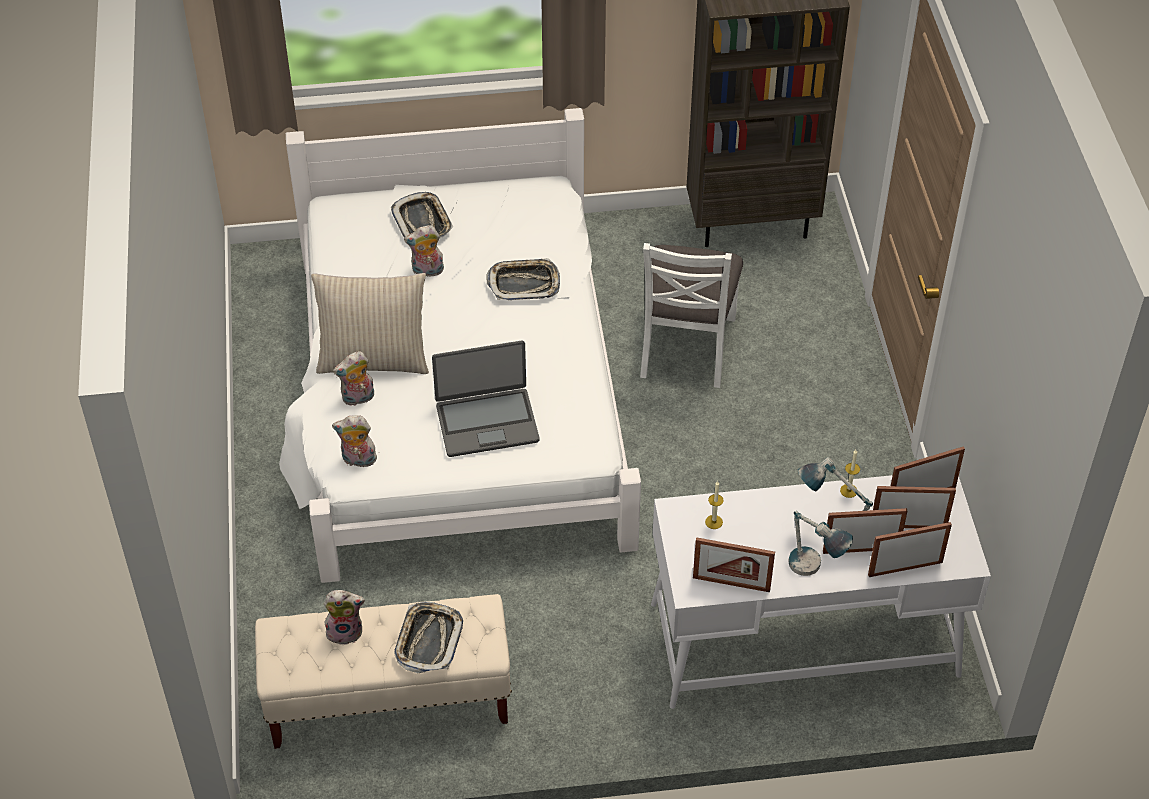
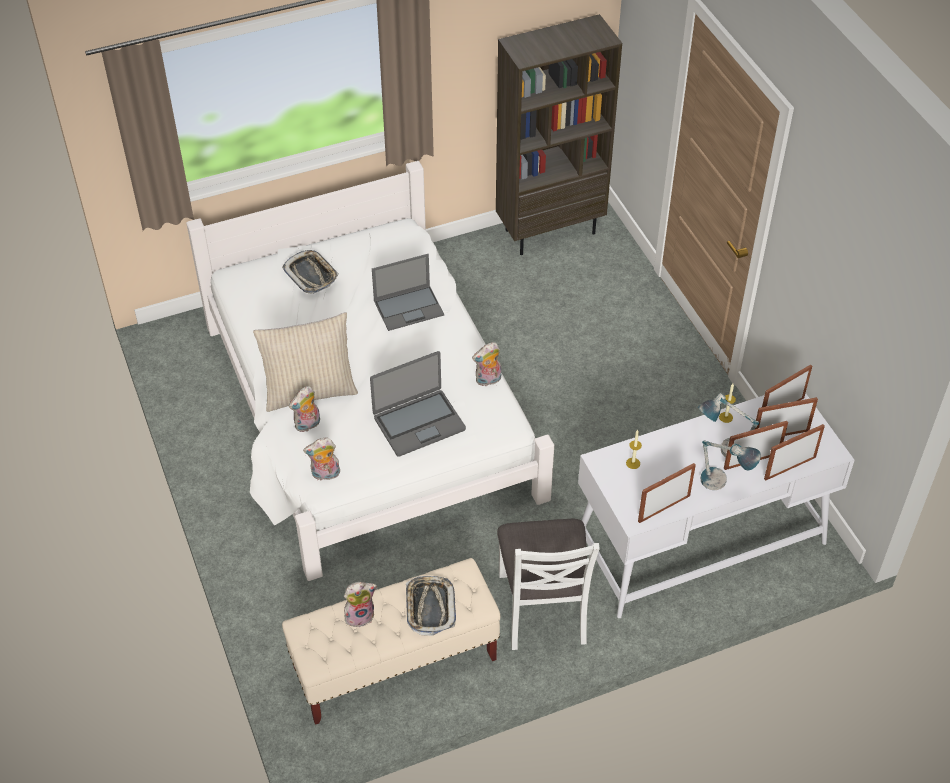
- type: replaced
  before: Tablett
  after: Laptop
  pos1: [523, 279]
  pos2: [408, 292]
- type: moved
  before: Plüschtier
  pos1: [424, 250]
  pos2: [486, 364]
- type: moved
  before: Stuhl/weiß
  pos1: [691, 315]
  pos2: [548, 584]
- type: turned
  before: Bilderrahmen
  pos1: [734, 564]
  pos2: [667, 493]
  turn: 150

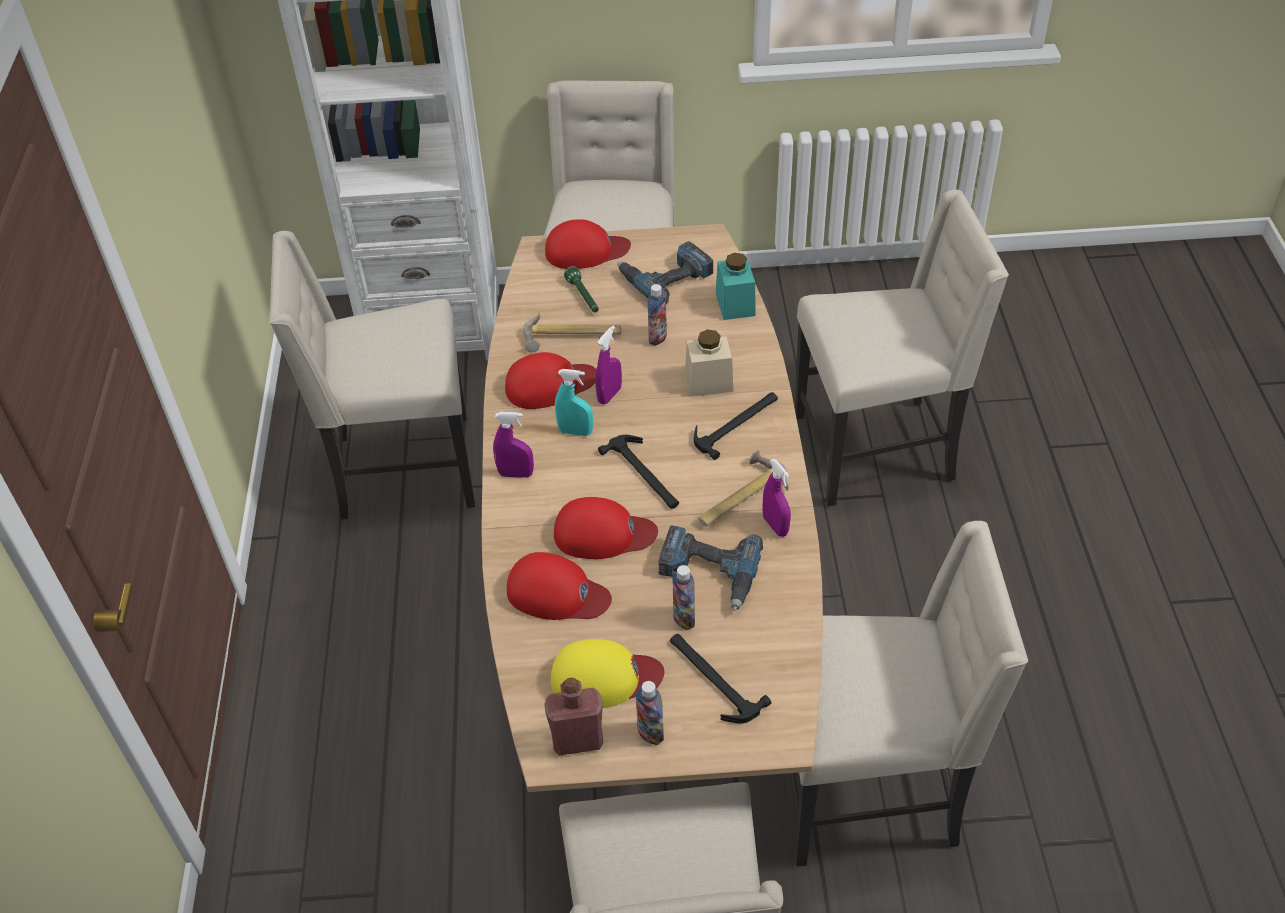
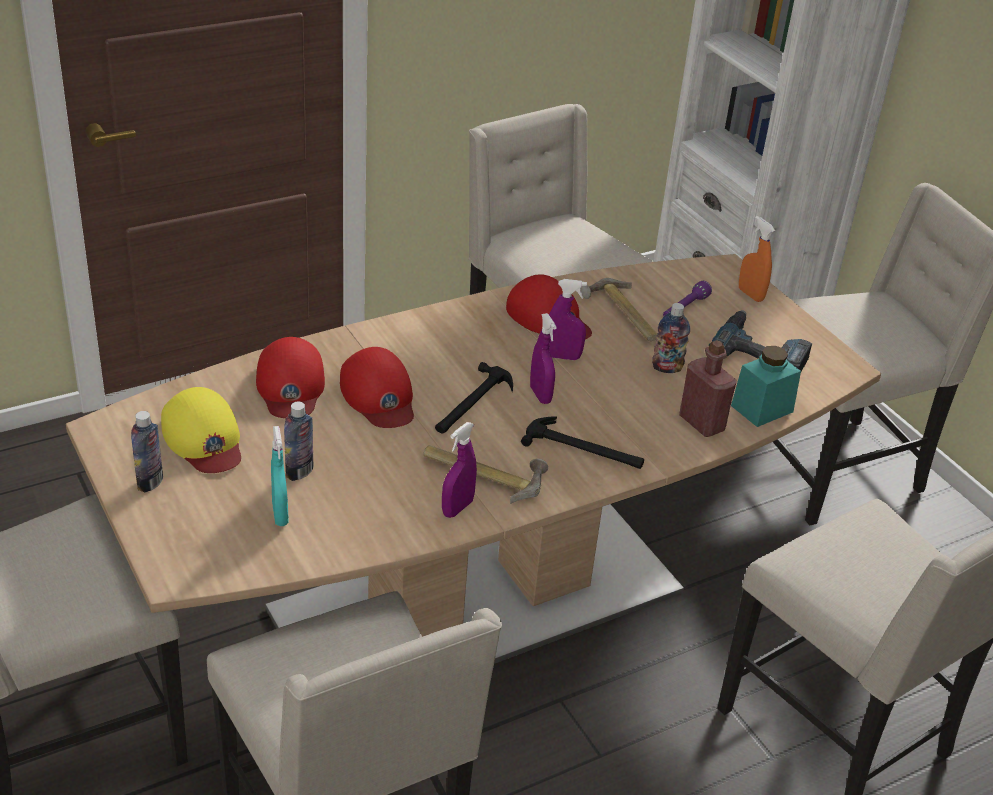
- type: moved
  before: Sprühflasche/türkis
  pos1: [574, 402]
  pos2: [280, 476]
- type: moved
  before: Sprühflasche/lila
  pos1: [513, 445]
  pos2: [543, 358]
- type: recoloured
  before: Taschenlampe/grün
  after: Taschenlampe/lila
  pos1: [581, 289]
  pos2: [687, 298]
- type: moved
  before: Flasche/rot
  pos1: [573, 717]
  pos2: [708, 388]
- type: replaced
  before: Kappe/rot
  after: Sprühflasche/orange
  pos1: [588, 244]
  pos2: [757, 259]
- type: removed
  before: Bohrmaschine
  pos1: [710, 568]
- type: removed
  before: Hammer
  pos1: [720, 678]
- type: removed
  before: Vorratsglas/beige
  pos1: [709, 363]

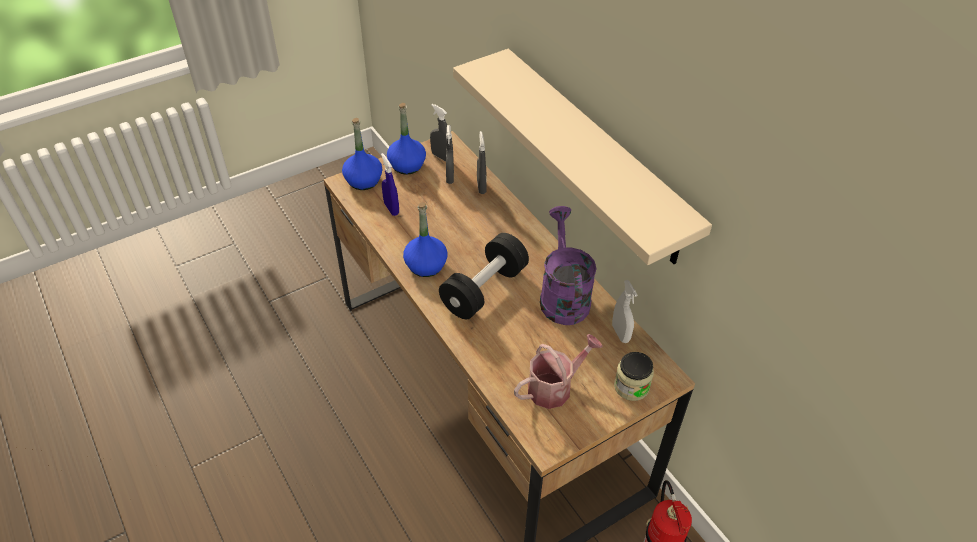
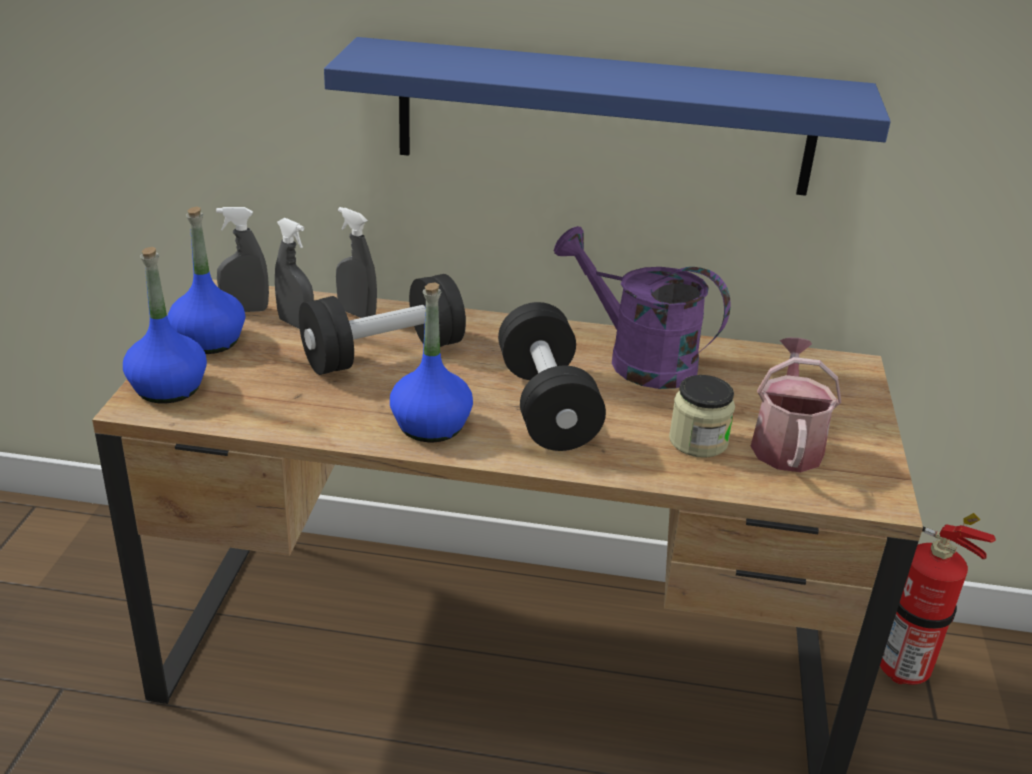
- type: added
  after: Hantel/schwarz
  pos2: [382, 324]
- type: recoloured
  before: Wandregal/beige
  after: Wandregal/blau
  pos1: [582, 157]
  pos2: [607, 116]
- type: moved
  before: Vorratsglas
  pos1: [634, 376]
  pos2: [702, 416]
- type: removed
  before: Sprühflasche/blau
  pos1: [390, 184]
- type: removed
  before: Sprühflasche/weiß
  pos1: [624, 311]

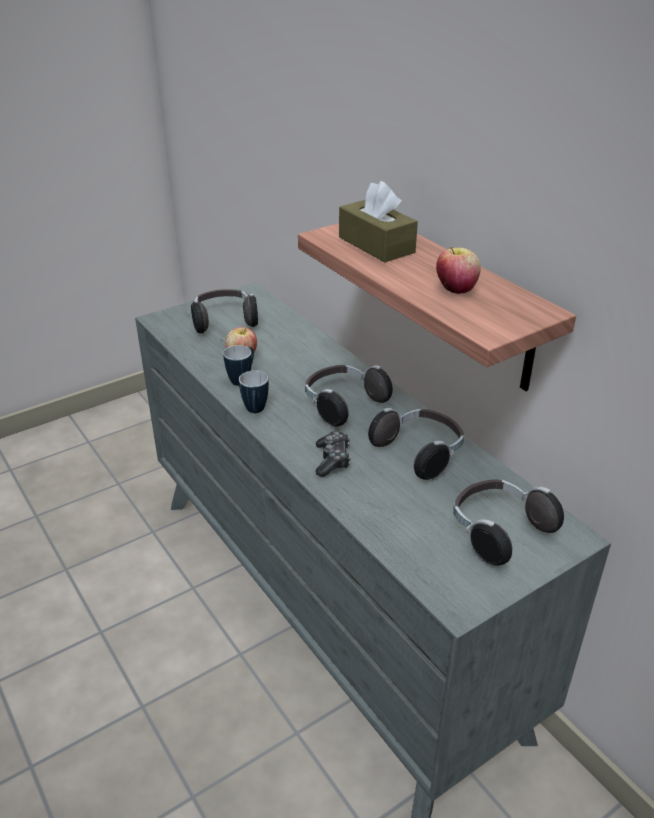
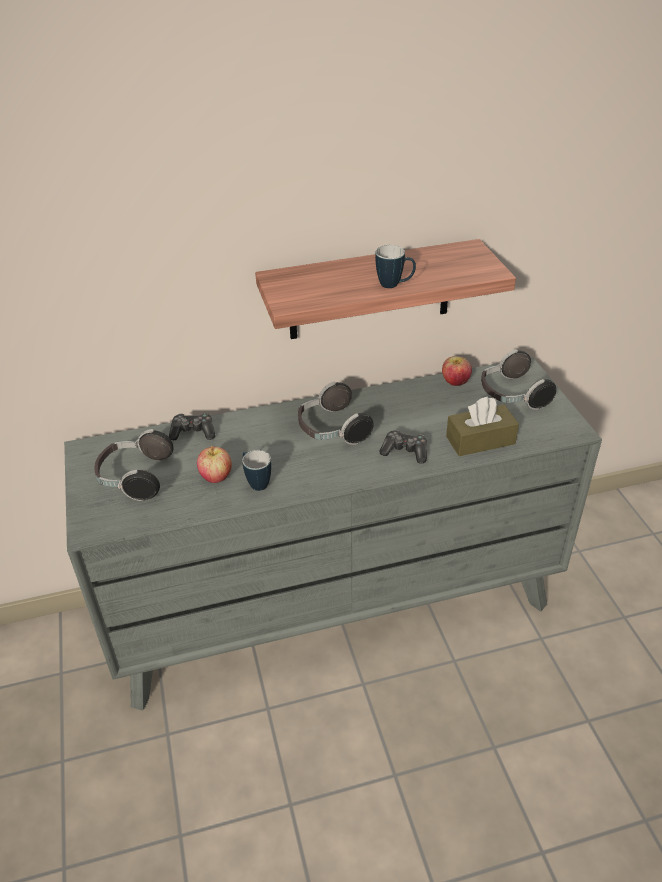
- type: added
  after: Gamepad
  pos2: [192, 426]
- type: moved
  before: Henkelbecher
  pos1: [254, 392]
  pos2: [395, 266]
- type: moved
  before: Apfel
  pos1: [458, 270]
  pos2: [457, 371]
- type: moved
  before: Taschentuchbox/braun
  pos1: [378, 222]
  pos2: [482, 426]
- type: removed
  before: Kopfhörer
  pos1: [416, 444]

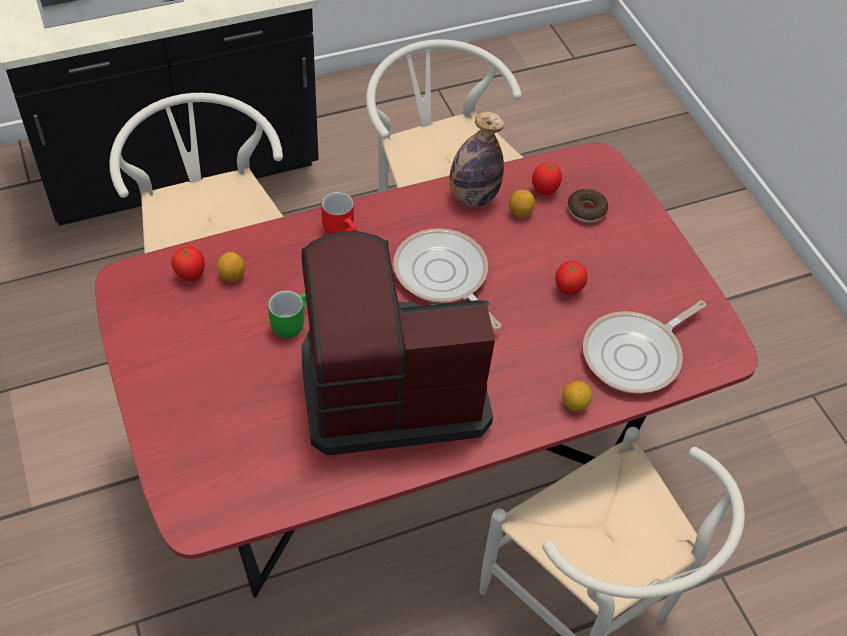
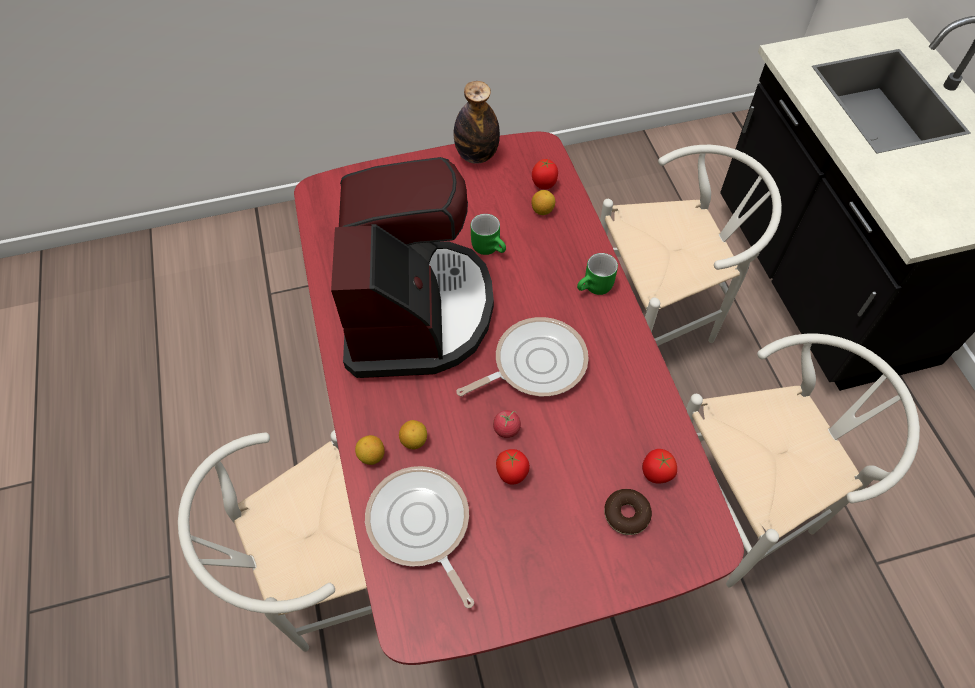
- type: moved
  before: Zitrone
  pos1: [522, 204]
  pos2: [413, 434]
- type: moved
  before: Flasche
  pos1: [477, 159]
  pos2: [477, 122]
- type: added
  after: Tomate
  pos2: [507, 424]
- type: recoloured
  before: Henkelbecher/rot
  after: Henkelbecher/grün
  pos1: [339, 213]
  pos2: [597, 274]

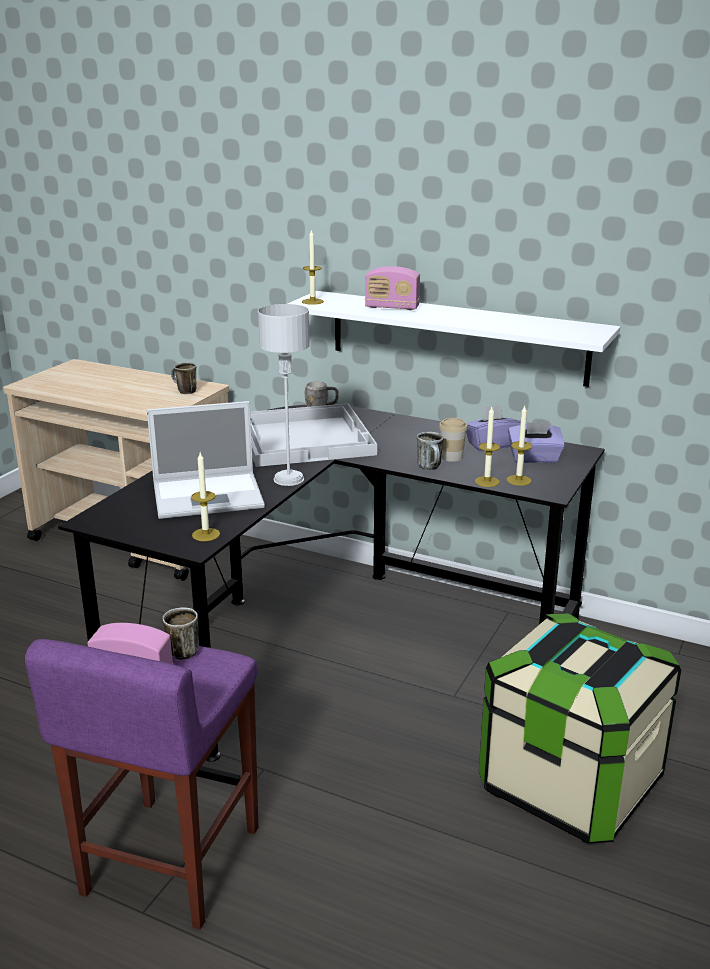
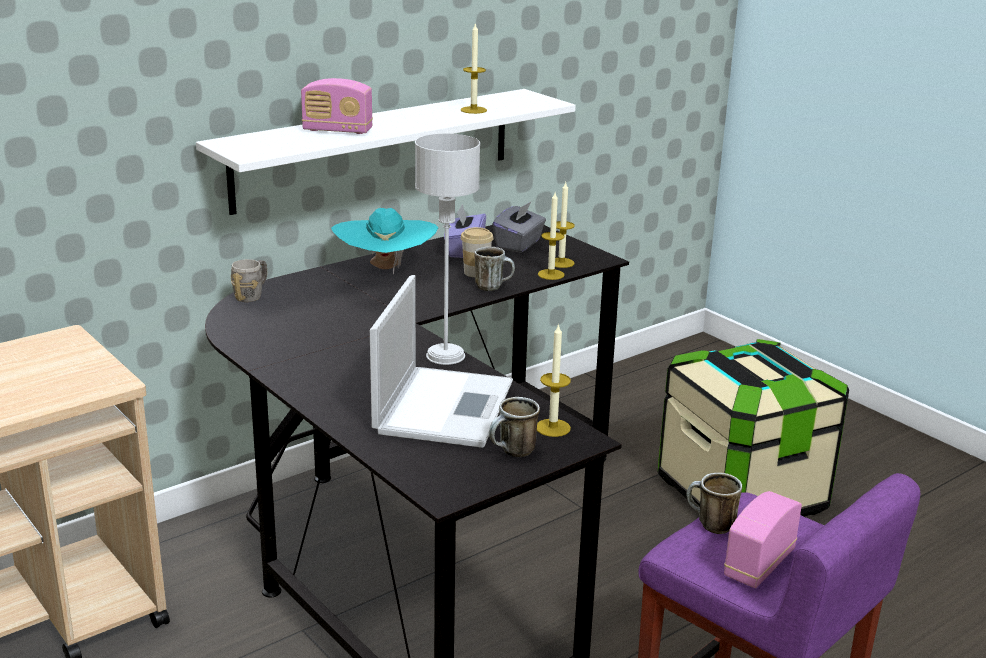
- type: turned
  before: Radio
  pos1: [392, 288]
  pos2: [337, 106]
  turn: 60
- type: added
  after: Hut/türkis
  pos2: [384, 241]
- type: moved
  before: Kerze
  pos1: [313, 267]
  pos2: [474, 68]
- type: moved
  before: Henkelbecher
  pos1: [184, 378]
  pos2: [514, 427]
- type: recoloured
  before: Taschentuchbox/lila
  after: Taschentuchbox/grau
  pos1: [536, 442]
  pos2: [519, 227]
- type: removed
  before: Tablett/weiß
  pos1: [313, 435]

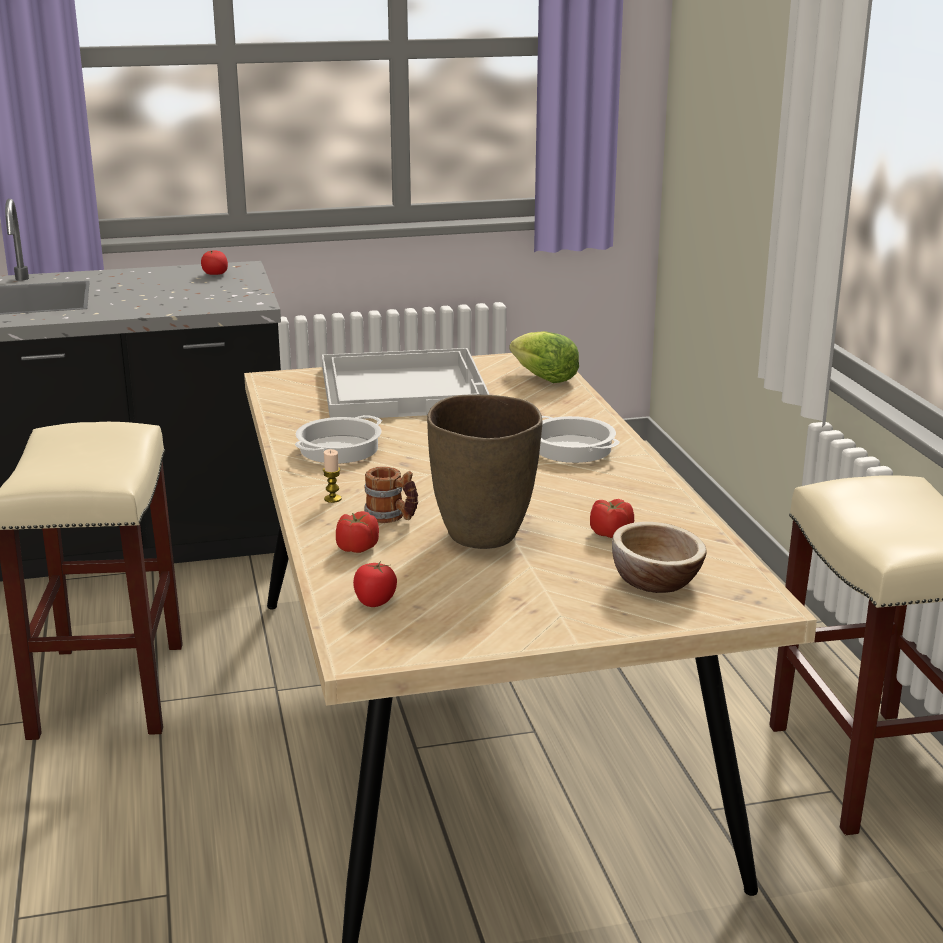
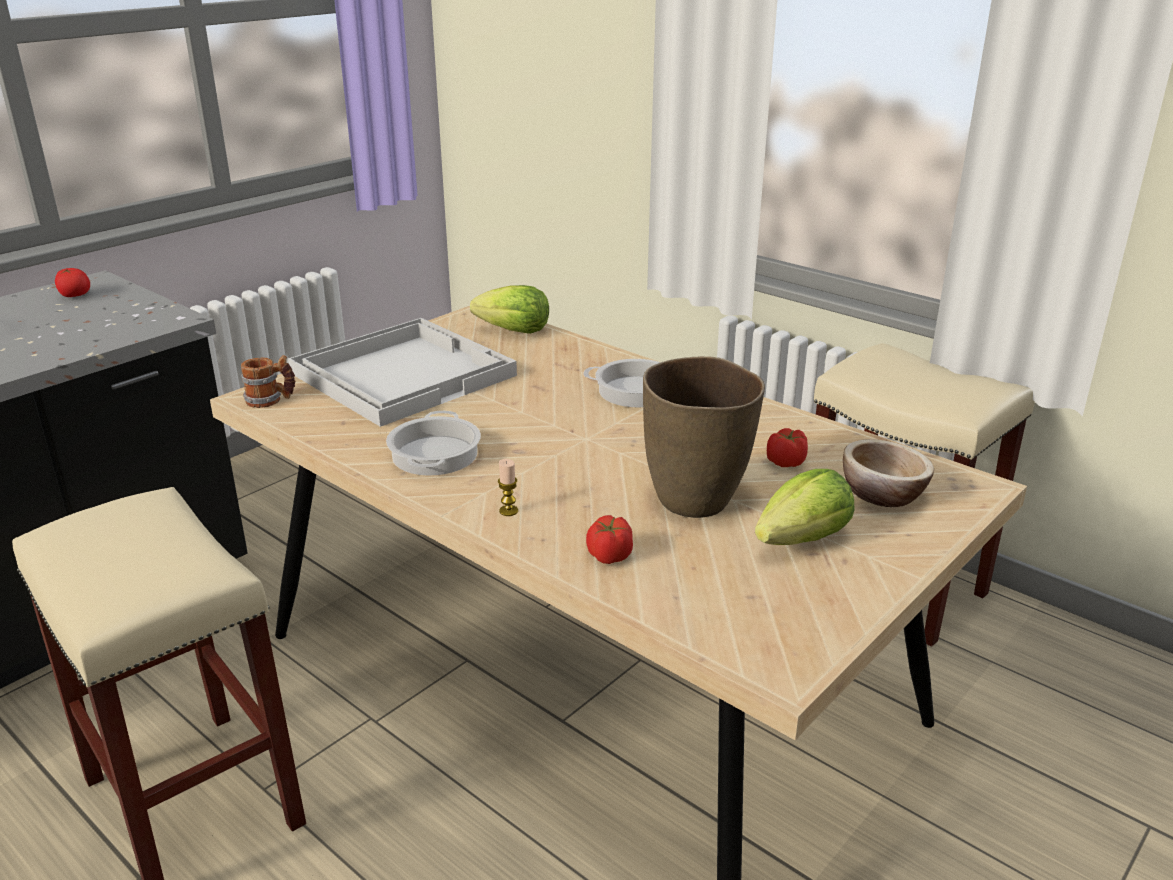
- type: moved
  before: Henkelbecher
  pos1: [391, 495]
  pos2: [268, 381]
- type: added
  after: Salatkopf
  pos2: [805, 507]
- type: removed
  before: Tomate
  pos1: [375, 584]

